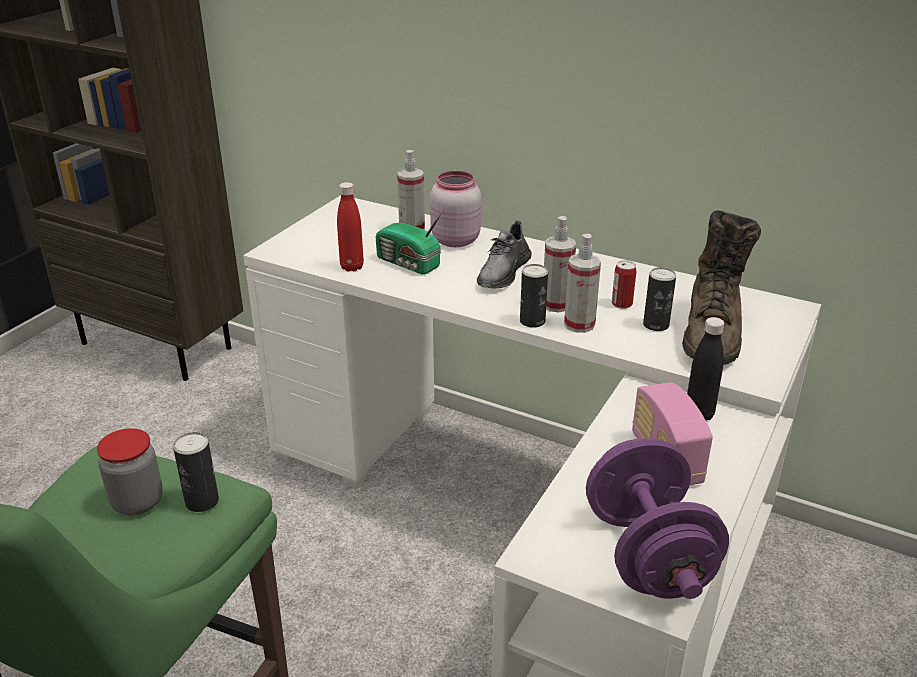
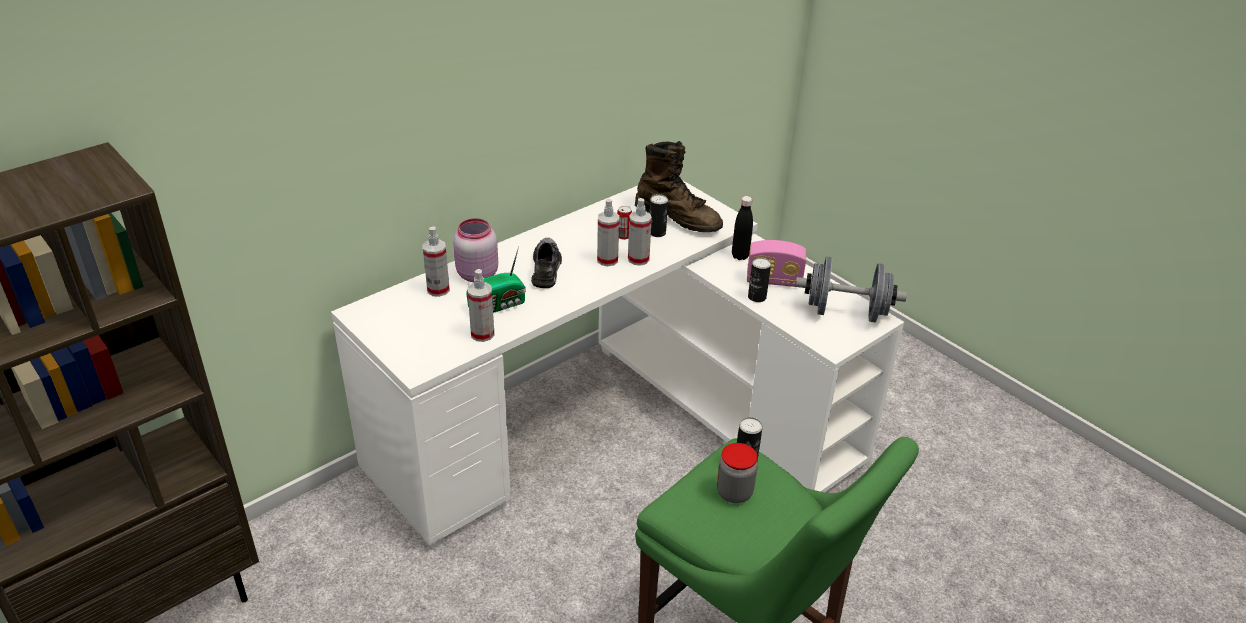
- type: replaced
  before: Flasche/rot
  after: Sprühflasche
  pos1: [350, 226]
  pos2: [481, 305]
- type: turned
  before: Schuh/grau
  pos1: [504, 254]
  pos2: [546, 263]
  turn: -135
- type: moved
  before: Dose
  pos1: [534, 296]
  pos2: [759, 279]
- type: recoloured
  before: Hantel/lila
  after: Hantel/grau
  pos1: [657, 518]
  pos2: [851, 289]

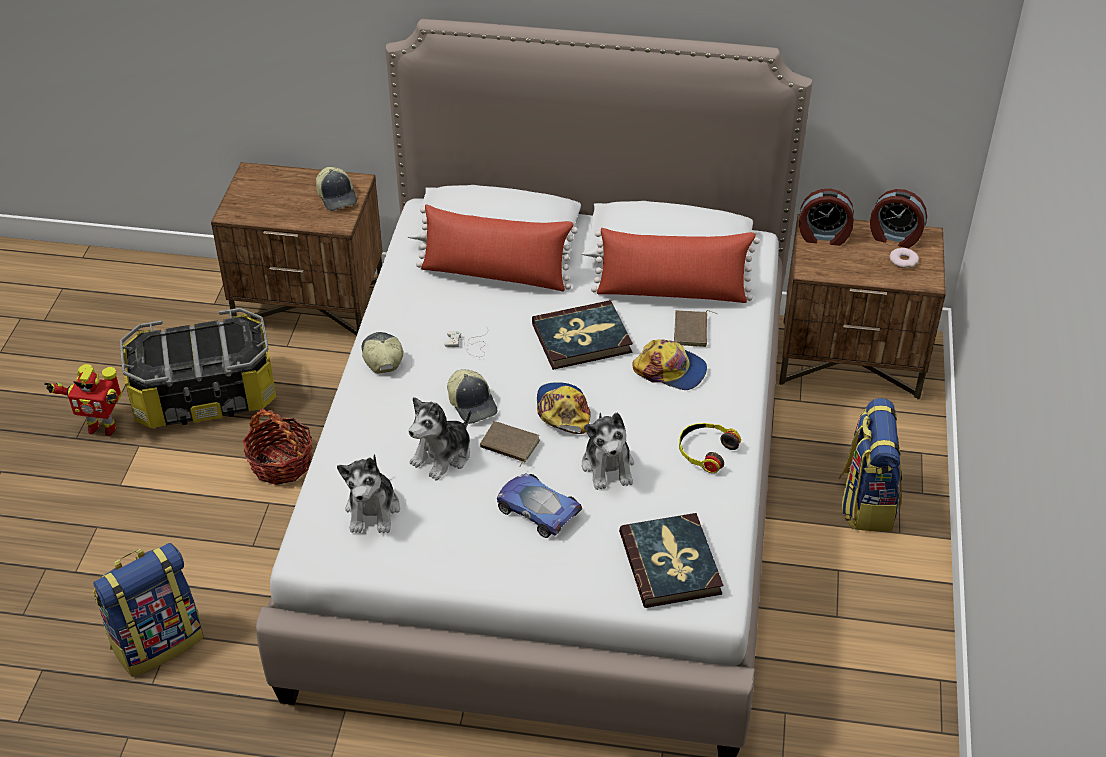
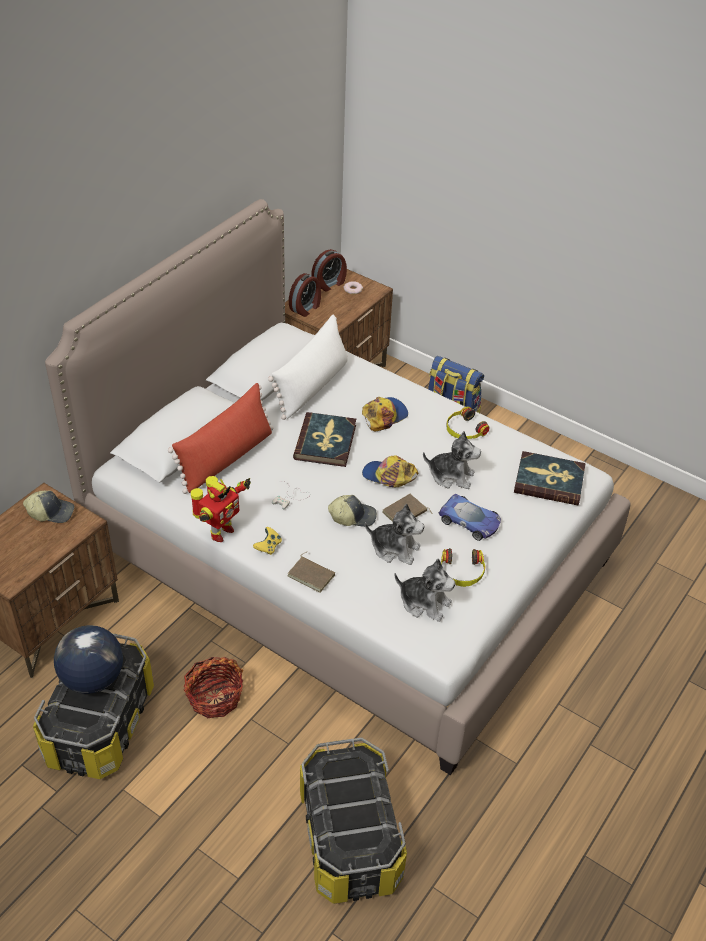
- type: added
  after: Globus
  pos2: [88, 659]
- type: moved
  before: Spielzeugroboter
  pos1: [83, 400]
  pos2: [221, 509]
- type: replaced
  before: Kappe
  after: Gamepad/gelb
  pos1: [382, 353]
  pos2: [267, 541]
- type: recoloured
  before: Kissen/rot
  after: Kissen/weiß
  pos1: [675, 265]
  pos2: [308, 367]
- type: moved
  before: Buch/braun
  pos1: [695, 328]
  pos2: [311, 572]
- type: replaced
  before: Rucksack
  after: Aufbewahrungsbox
  pos1: [148, 610]
  pos2: [353, 821]
- type: turned
  before: Plüschtier
  pos1: [440, 438]
  pos2: [394, 534]
  turn: -45
- type: turned
  before: Spielzeugauto
  pos1: [539, 505]
  pos2: [470, 517]
  turn: -120
- type: added
  after: Kopfhörer
  pos2: [463, 567]

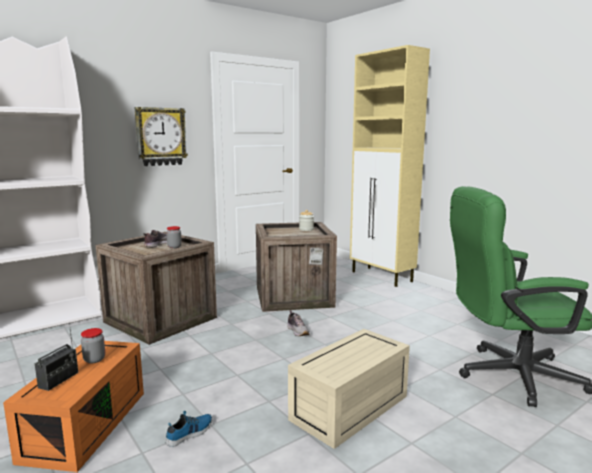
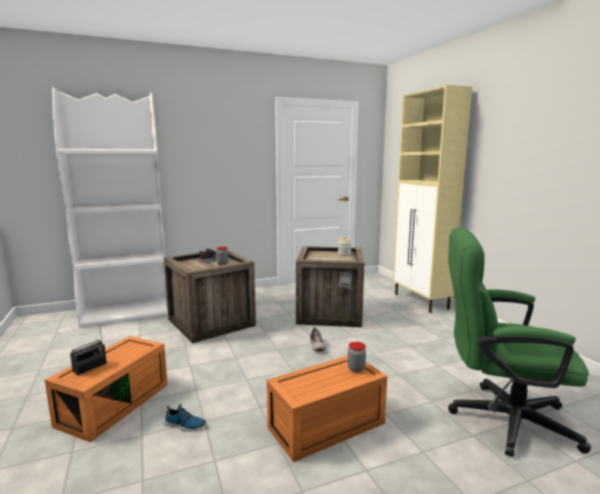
- type: turned
  before: Schuh
  pos1: [188, 429]
  pos2: [185, 418]
  turn: 45
- type: recoloured
  before: Aufbewahrungsbox/beige
  after: Aufbewahrungsbox/orange
  pos1: [349, 389]
  pos2: [327, 409]
- type: moved
  before: Vorratsglas
  pos1: [93, 346]
  pos2: [357, 357]
- type: removed
  before: Wanduhr
  pos1: [161, 136]

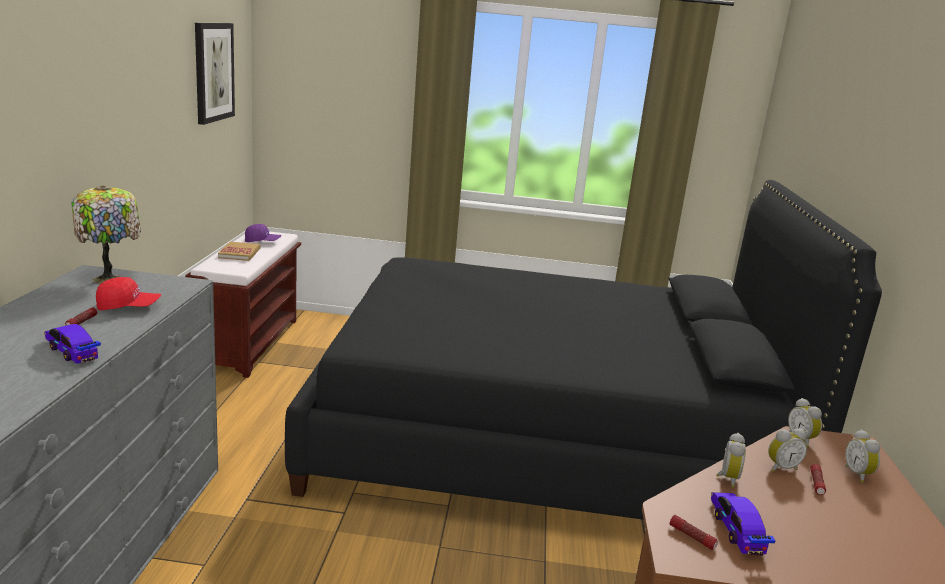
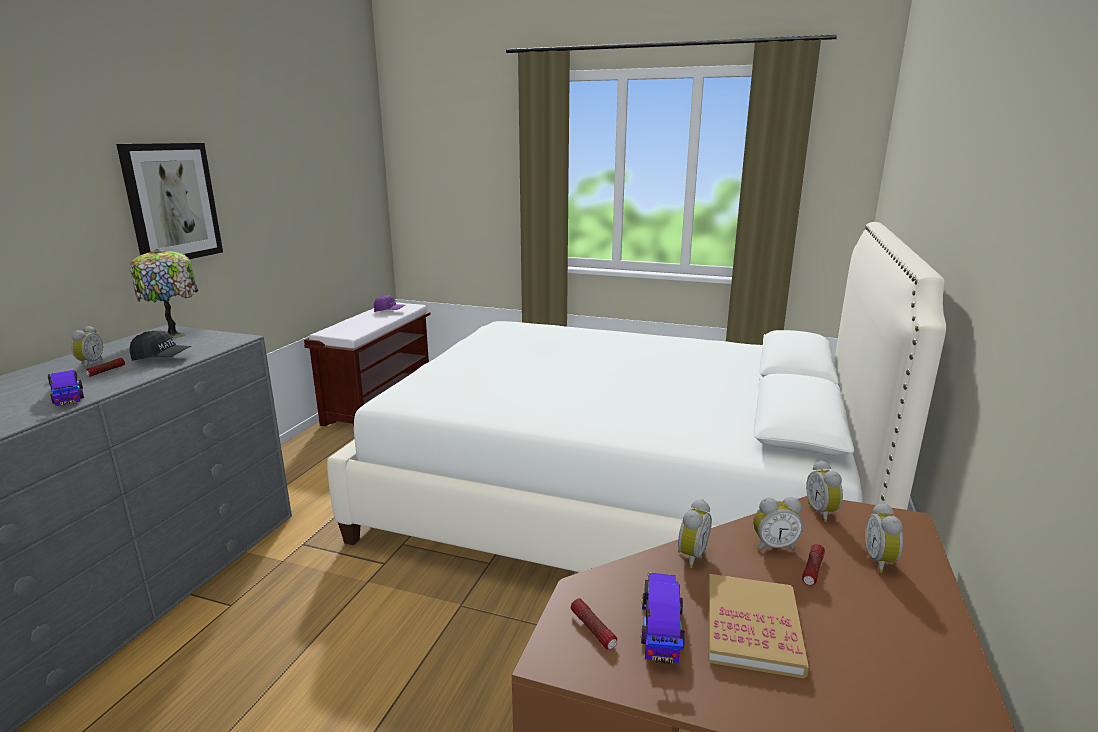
- type: added
  after: Wecker
  pos2: [87, 347]
- type: moved
  before: Bild
  pos1: [215, 74]
  pos2: [169, 201]
- type: recoloured
  before: Kappe/rot
  after: Kappe/schwarz
  pos1: [128, 293]
  pos2: [160, 345]
- type: recoloured
  before: Bett/schwarz
  after: Bett/weiß
  pos1: [583, 350]
  pos2: [636, 397]
- type: moved
  before: Buch
  pos1: [239, 251]
  pos2: [758, 626]

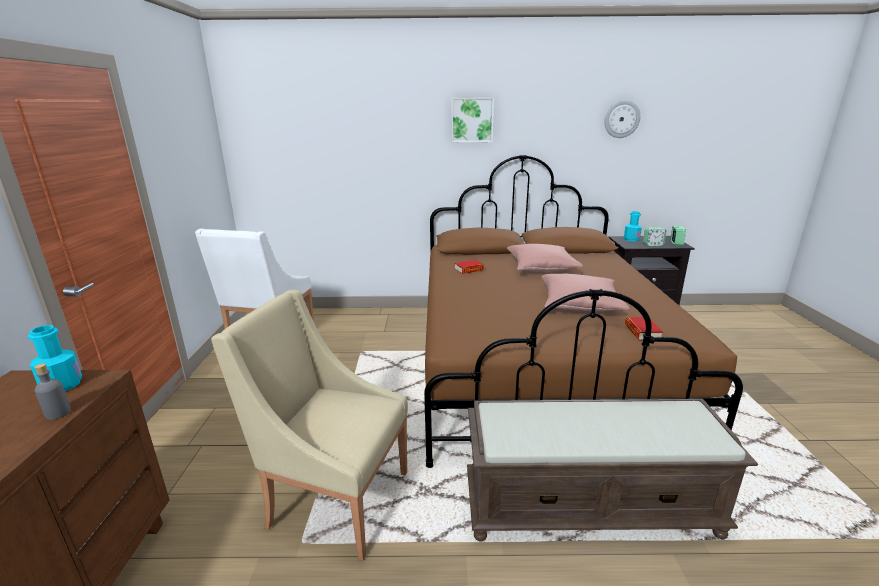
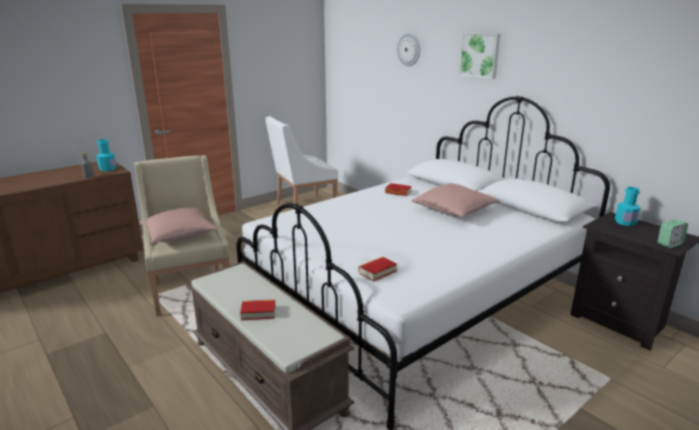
- type: moved
  before: Kissen/rosa
  pos1: [585, 292]
  pos2: [178, 225]
- type: recoloured
  before: Bett/braun
  after: Bett/weiß
  pos1: [583, 311]
  pos2: [423, 263]
- type: added
  after: Buch
  pos2: [257, 310]
- type: moved
  before: Wanduhr
  pos1: [622, 119]
  pos2: [408, 49]
- type: removed
  before: Wecker
  pos1: [654, 236]

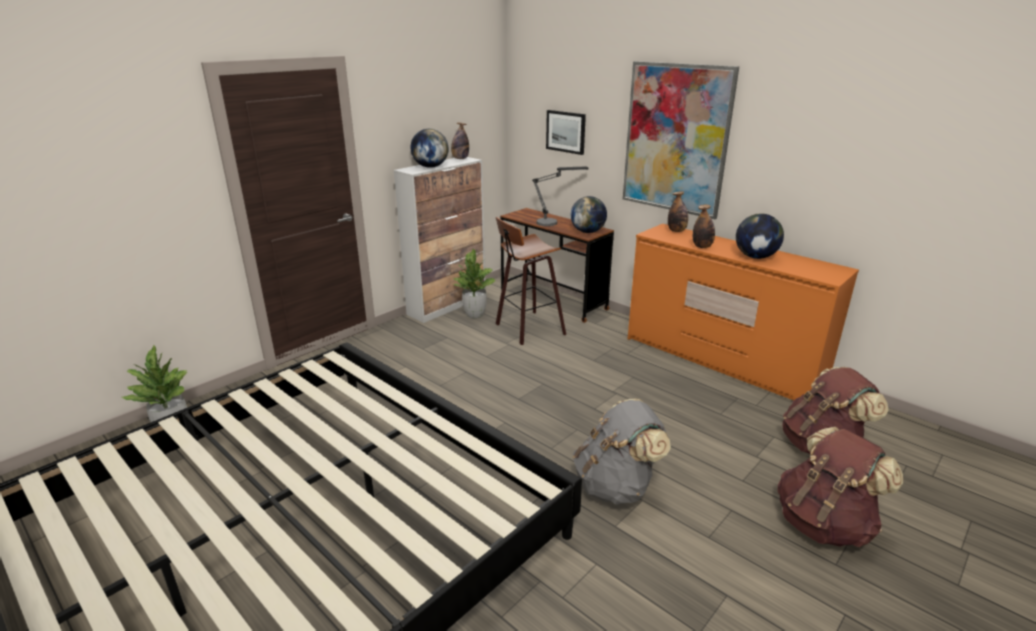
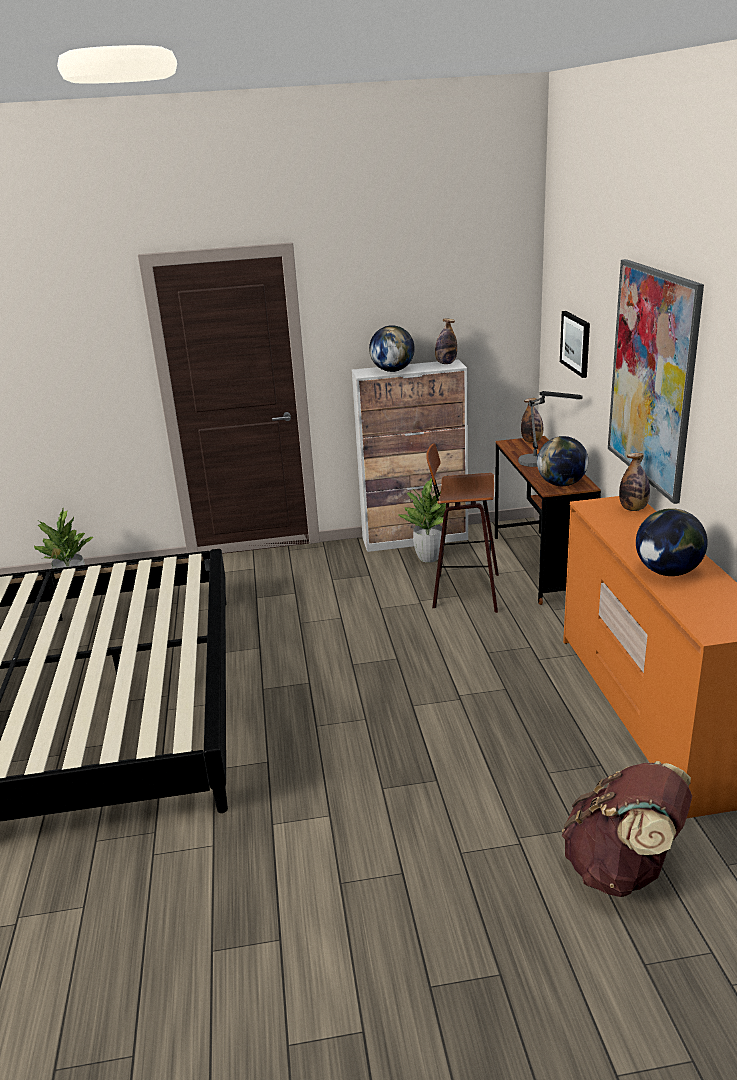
- type: moved
  before: Flasche
  pos1: [704, 226]
  pos2: [532, 420]
- type: removed
  before: Rucksack/grau
  pos1: [622, 452]
- type: removed
  before: Rucksack/braun
  pos1: [840, 487]

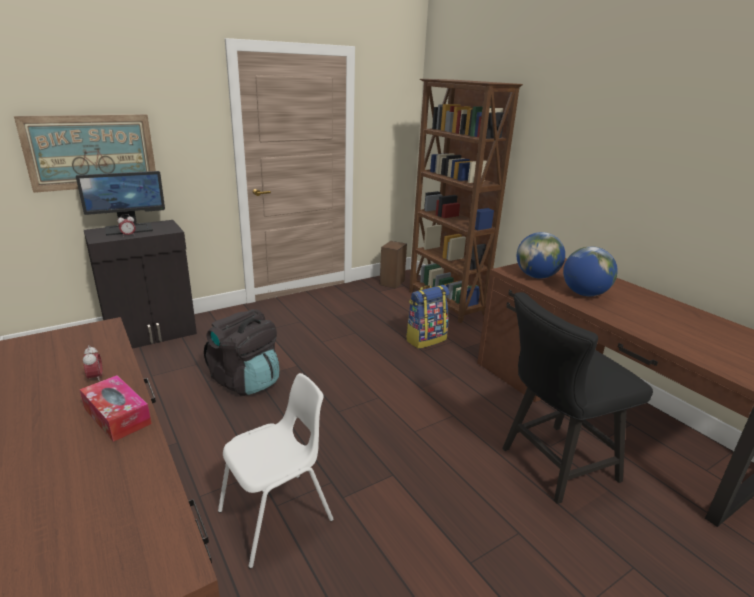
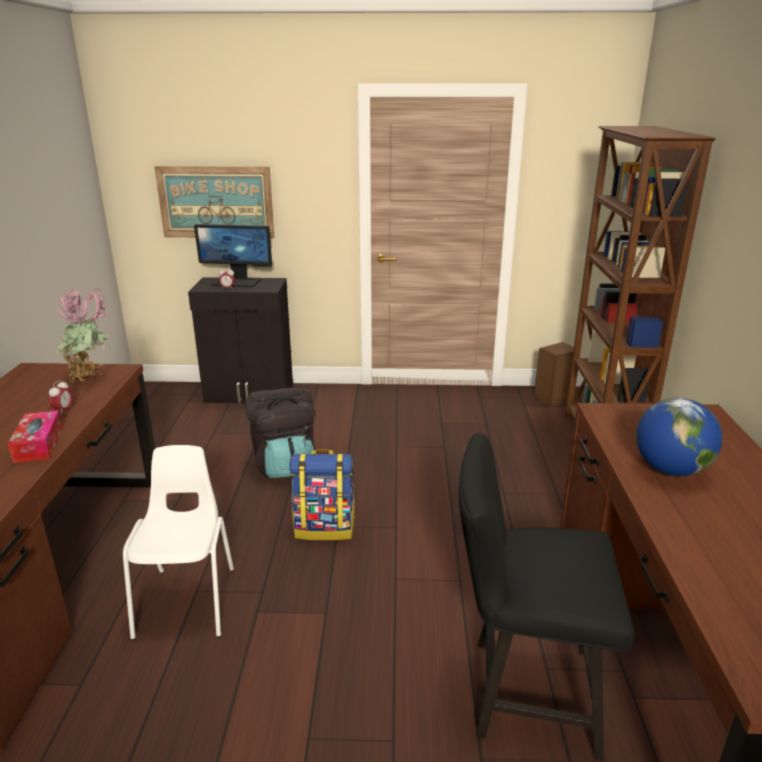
- type: added
  after: Topfpflanze
  pos2: [83, 333]
- type: turned
  before: Stuhl/weiß
  pos1: [275, 471]
  pos2: [178, 542]
  turn: -90
- type: moved
  before: Rucksack
  pos1: [428, 317]
  pos2: [322, 494]
- type: removed
  before: Globus
  pos1: [541, 255]

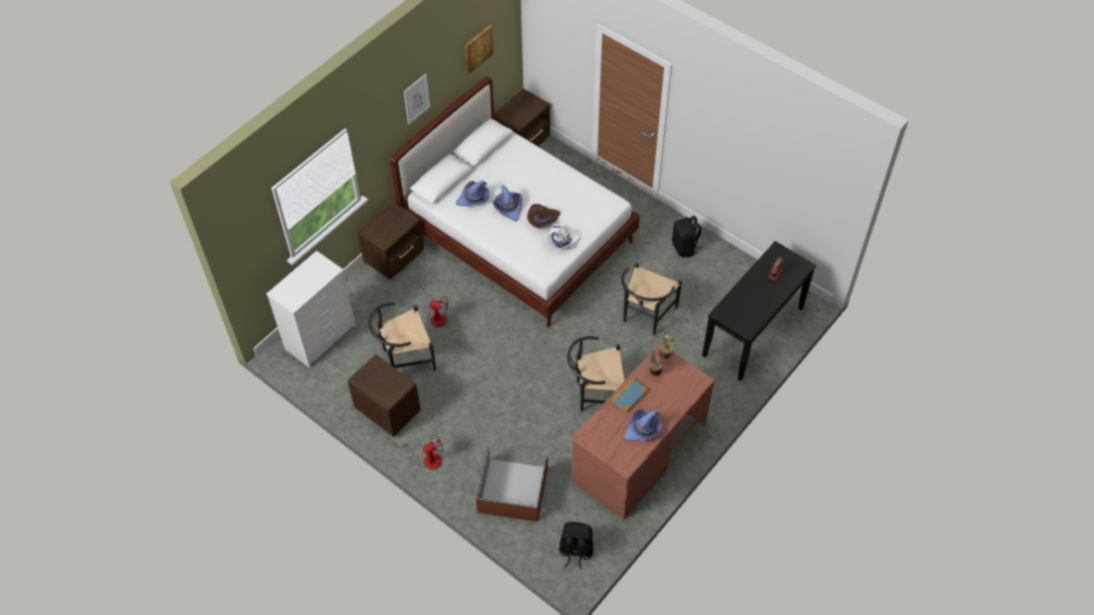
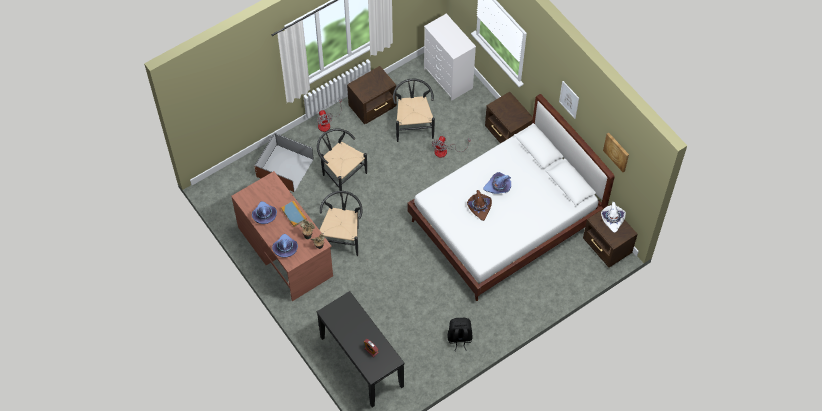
- type: moved
  before: Hut/lila
  pos1: [472, 193]
  pos2: [285, 246]
- type: moved
  before: Stuhl/schwarz
  pos1: [651, 298]
  pos2: [342, 162]
- type: moved
  before: Hut/weiß
  pos1: [563, 237]
  pos2: [613, 217]
- type: removed
  before: Rucksack/schwarz
  pos1: [576, 545]

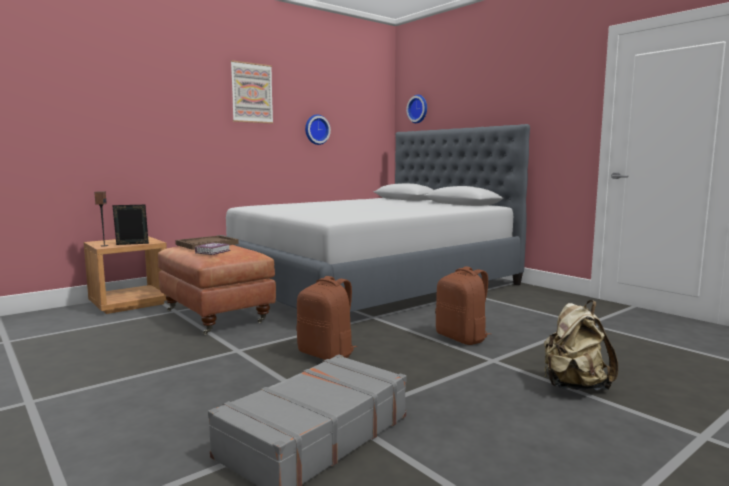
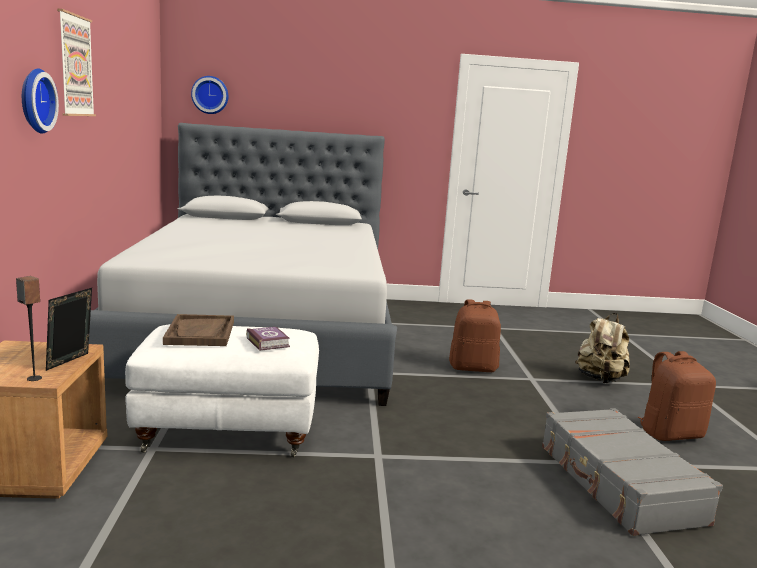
- type: moved
  before: Wanduhr
  pos1: [318, 129]
  pos2: [40, 101]
- type: recoloured
  before: Polsterhocker/braun
  after: Polsterhocker/weiß
  pos1: [217, 290]
  pos2: [222, 391]
- type: moved
  before: Rucksack/braun
  pos1: [326, 318]
  pos2: [676, 396]

